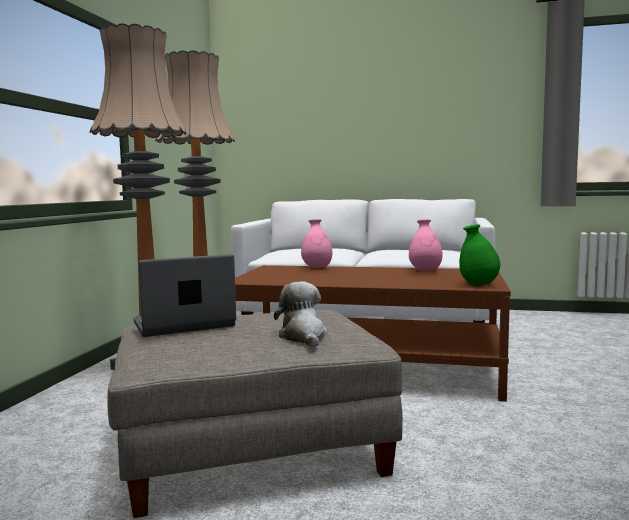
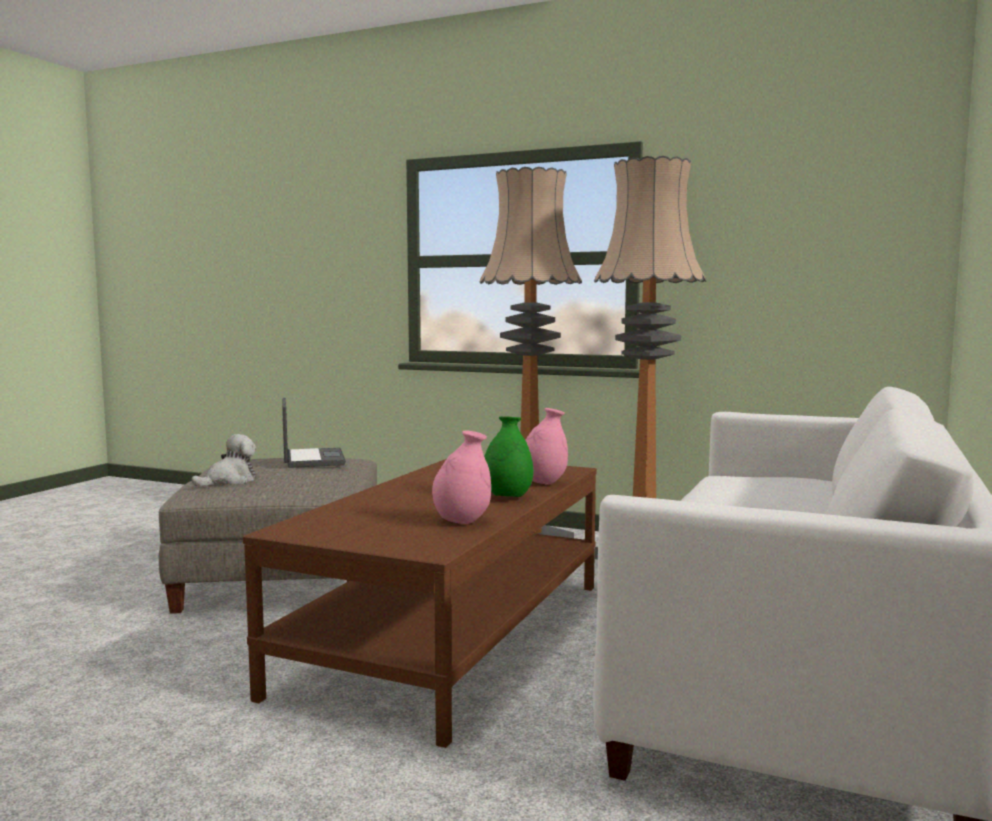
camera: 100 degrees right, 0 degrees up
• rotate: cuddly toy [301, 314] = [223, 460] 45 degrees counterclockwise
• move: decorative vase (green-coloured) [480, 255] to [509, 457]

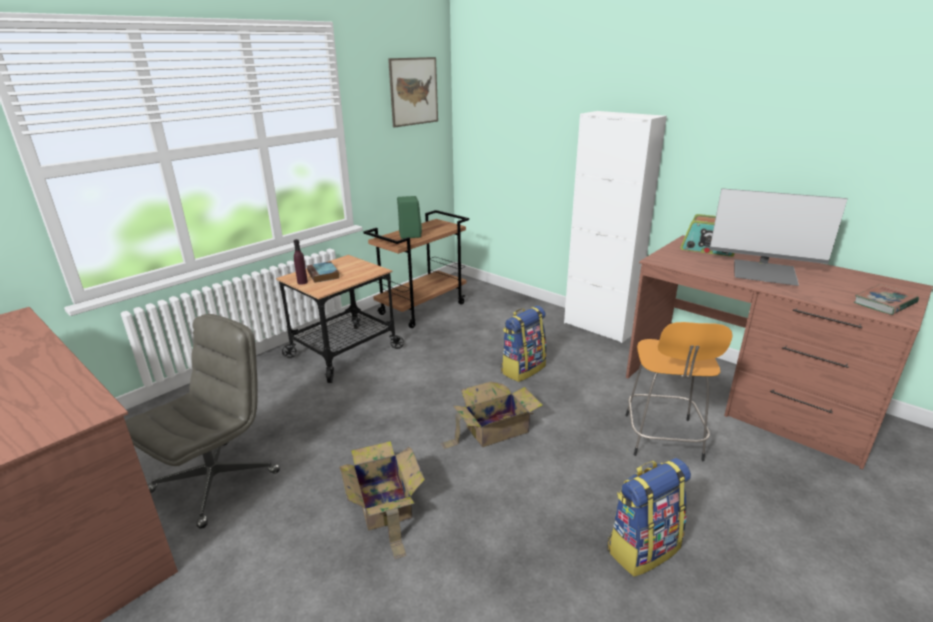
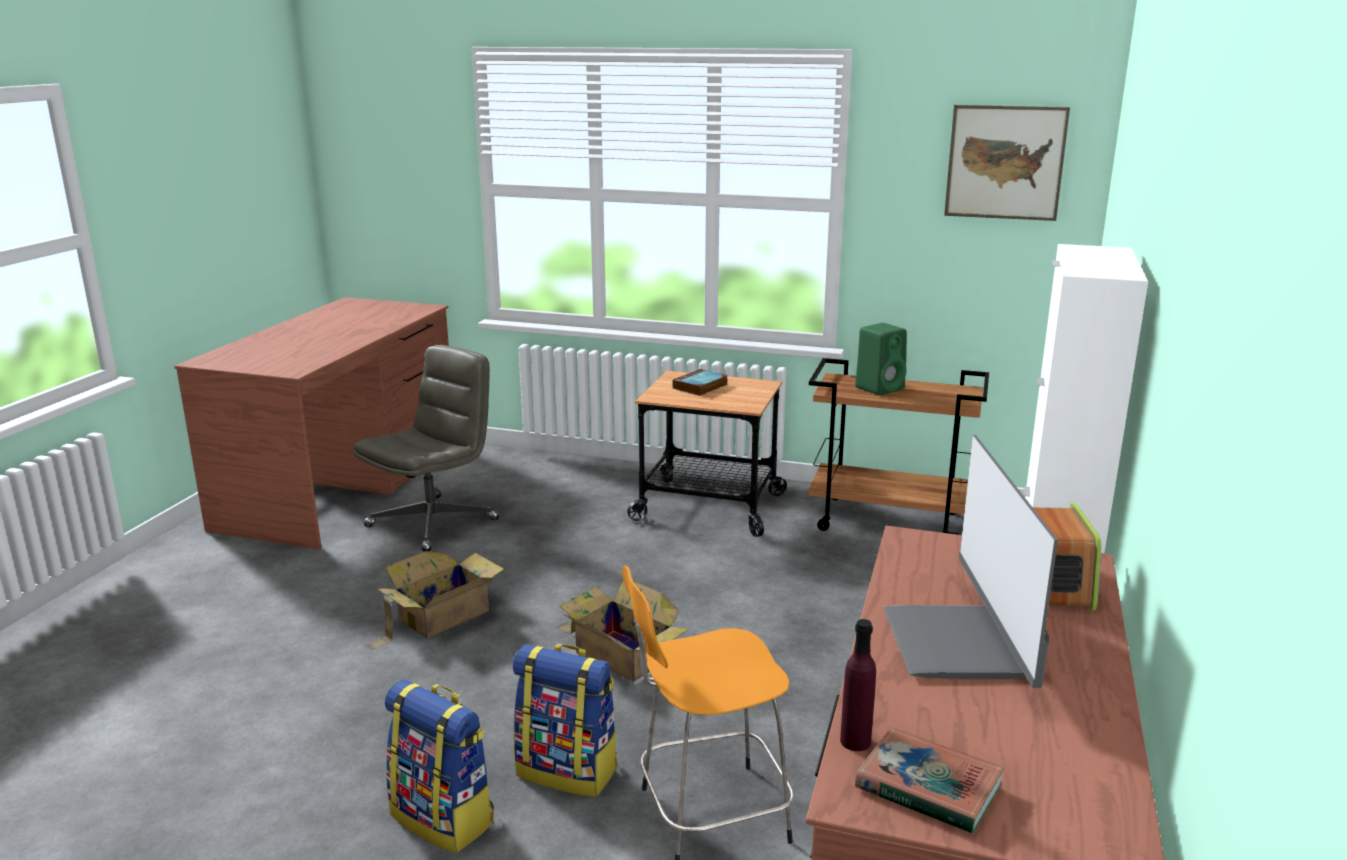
camera: 65 degrees right, 5 degrees down
• rotate: desk chair (grey) [202, 421] = [426, 448] 60 degrees counterclockwise
• move: beverage bottle (purple-coloured) [301, 262] to [858, 685]
• move: knapsack [523, 344] to [565, 720]

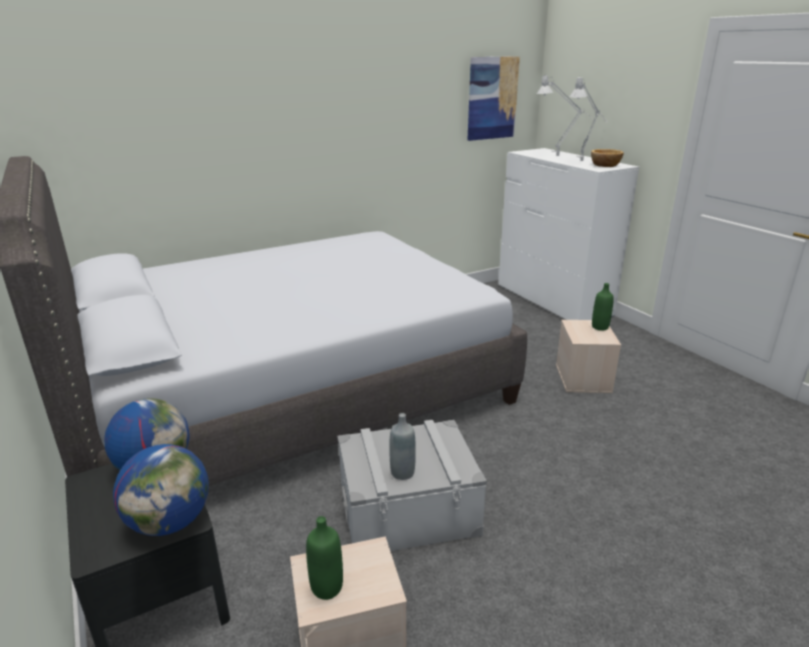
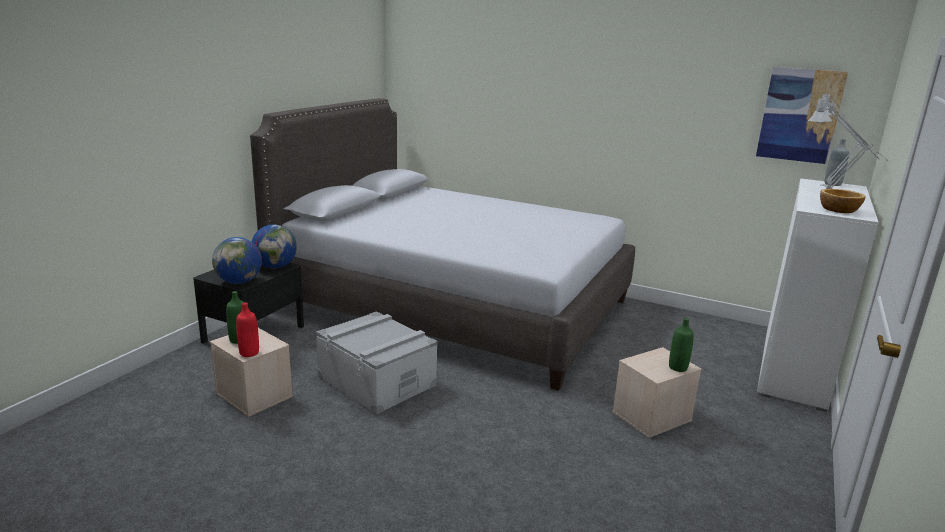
camera: 55 degrees right, 5 degrees down
• move: beverage bottle (grey) [402, 446] to [837, 162]
• insert: beverage bottle (red) [247, 329]

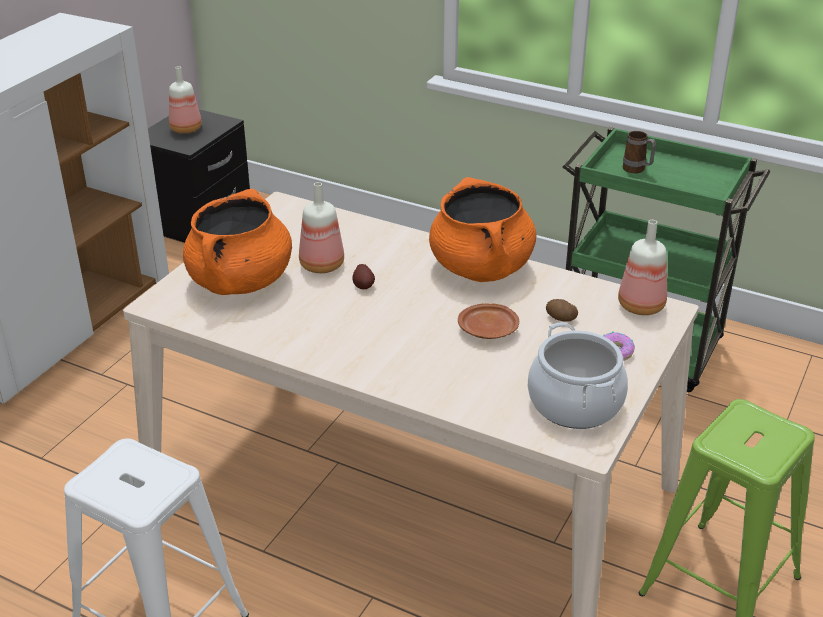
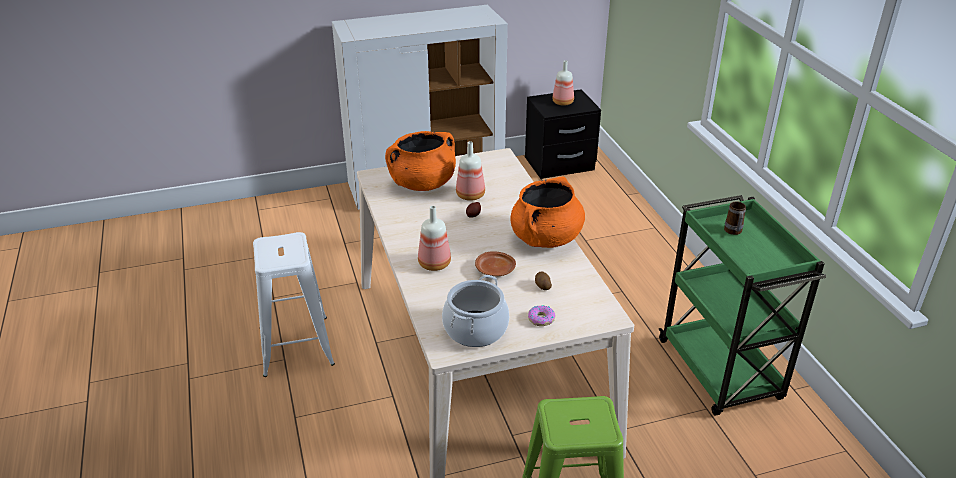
camera: 45 degrees right, 0 degrees up
• move: beverage bottle [642, 267] to [434, 238]

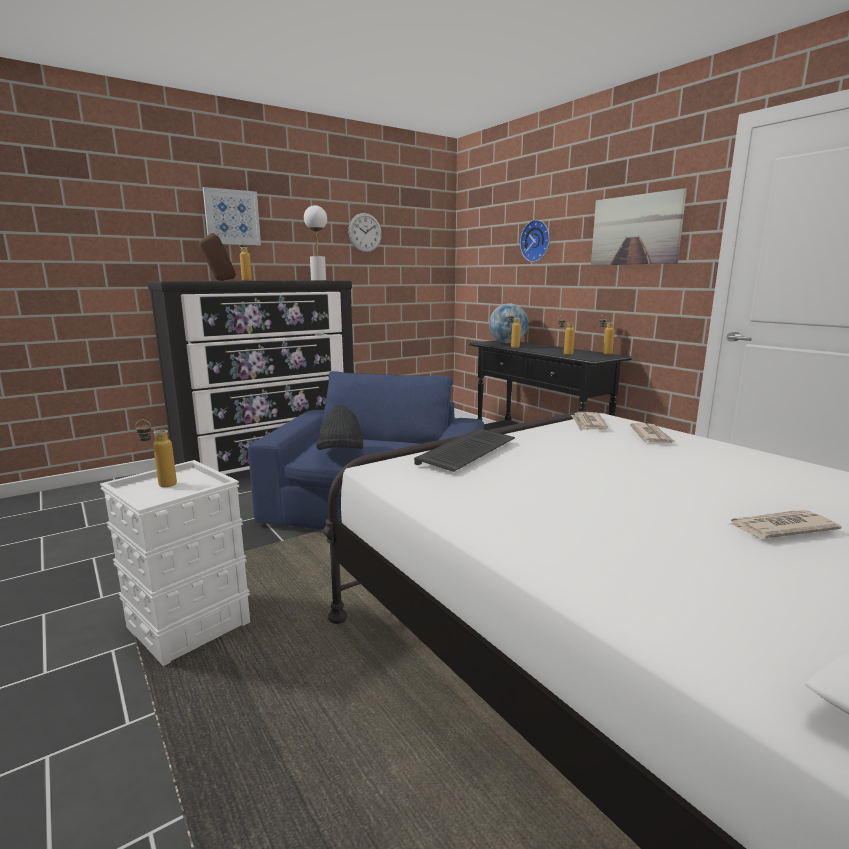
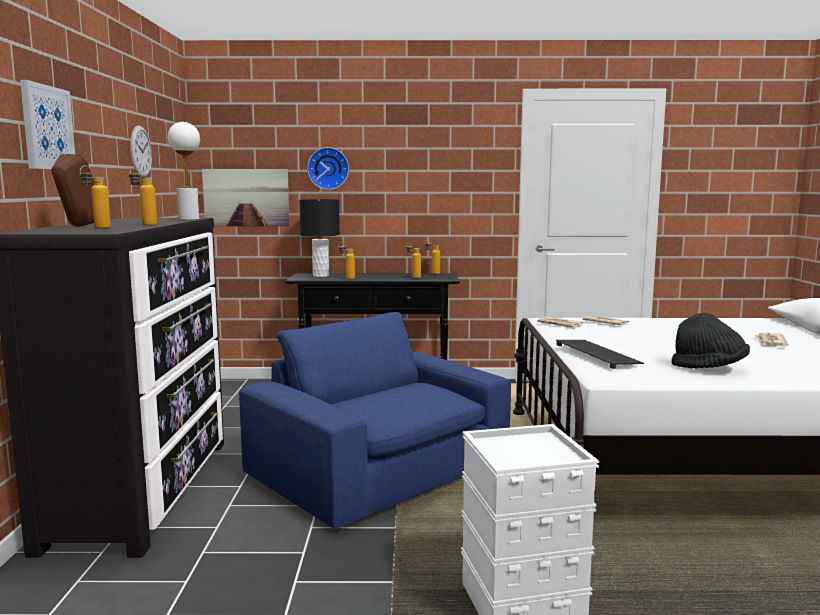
camera: 55 degrees left, 5 degrees down
• move: beverage bottle [156, 453] to [95, 197]
• move: wearable hat (blackish) [339, 427] to [711, 340]
• replace: globe [508, 323] to table lamp (blackish) [319, 238]
• move: wall picture [639, 226] to [246, 197]

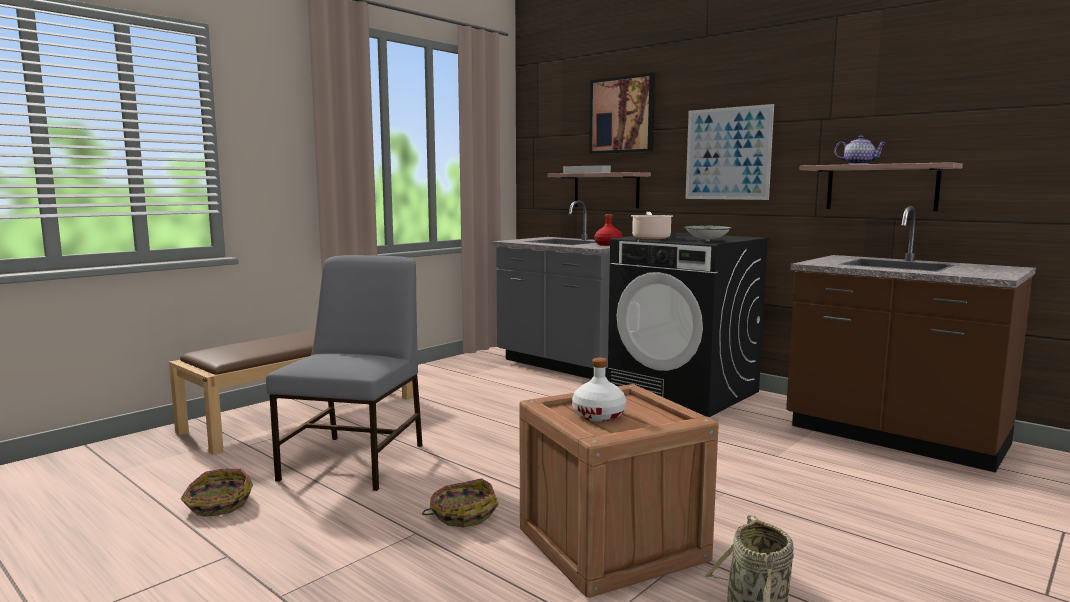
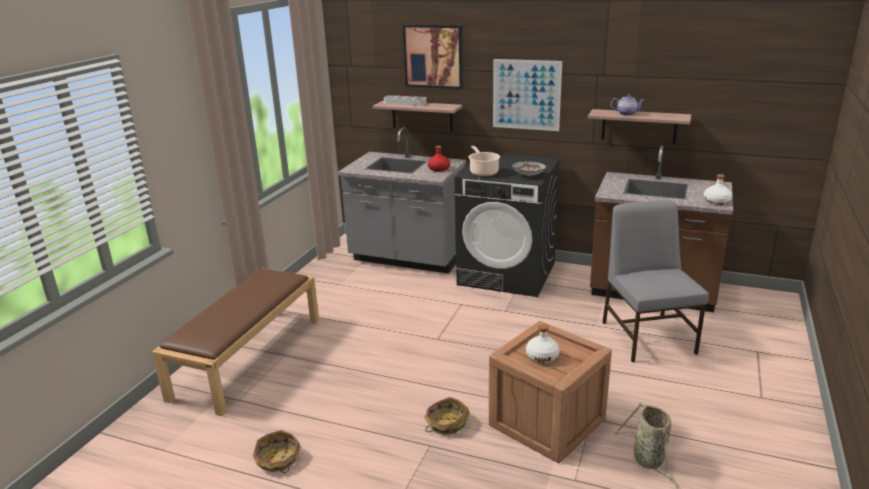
camera: 20 degrees left, 15 degrees up
• move: upright chair (grey) [344, 373] to [655, 281]
• insert: beverage bottle (white-coloured) [718, 189]

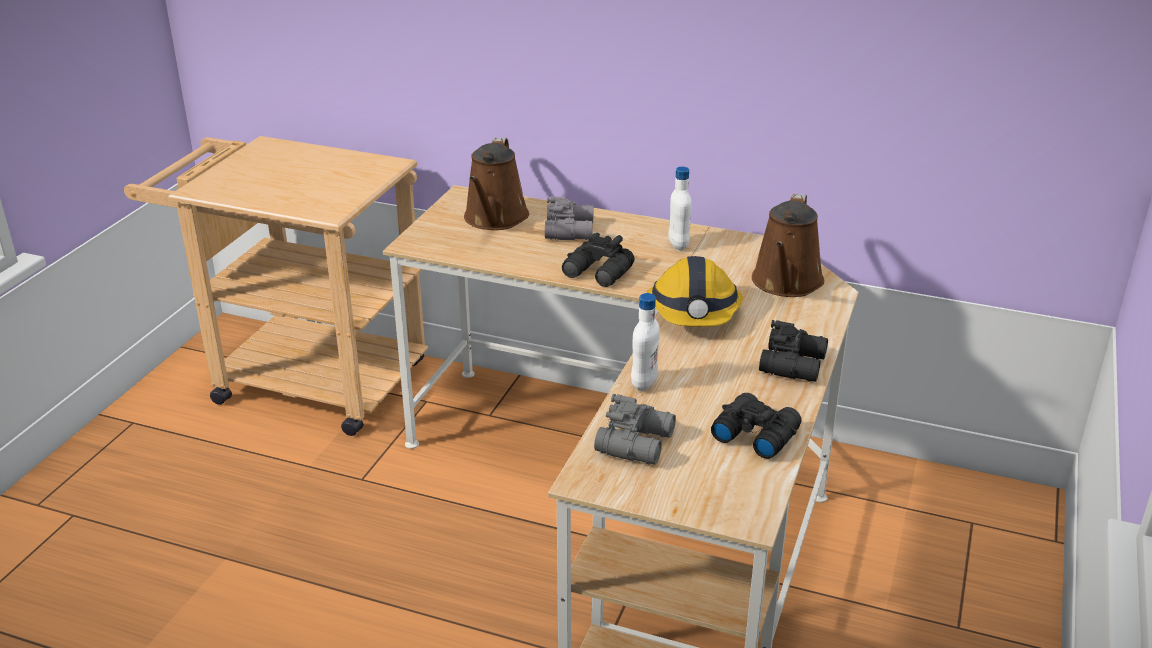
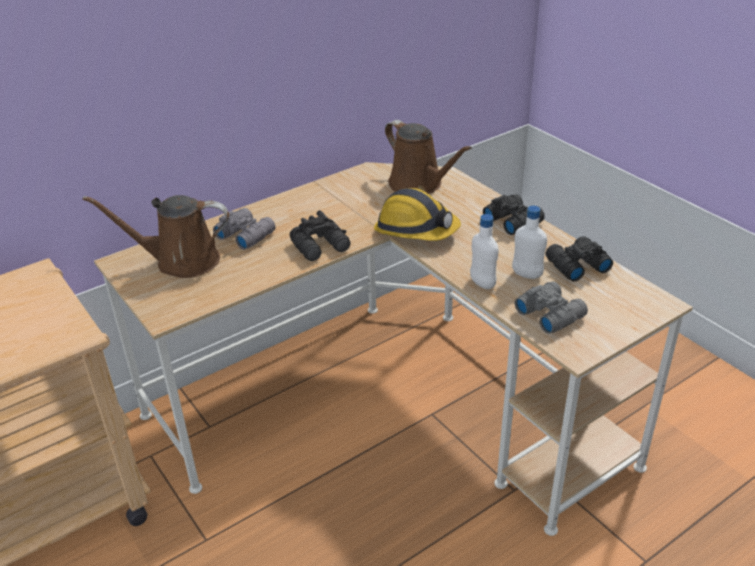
camera: 55 degrees left, 5 degrees up
• rotate: watering can (brownish) [496, 184] = [156, 236] 135 degrees clockwise
• move: beverage bottle (white-coloured) [680, 208] to [529, 242]

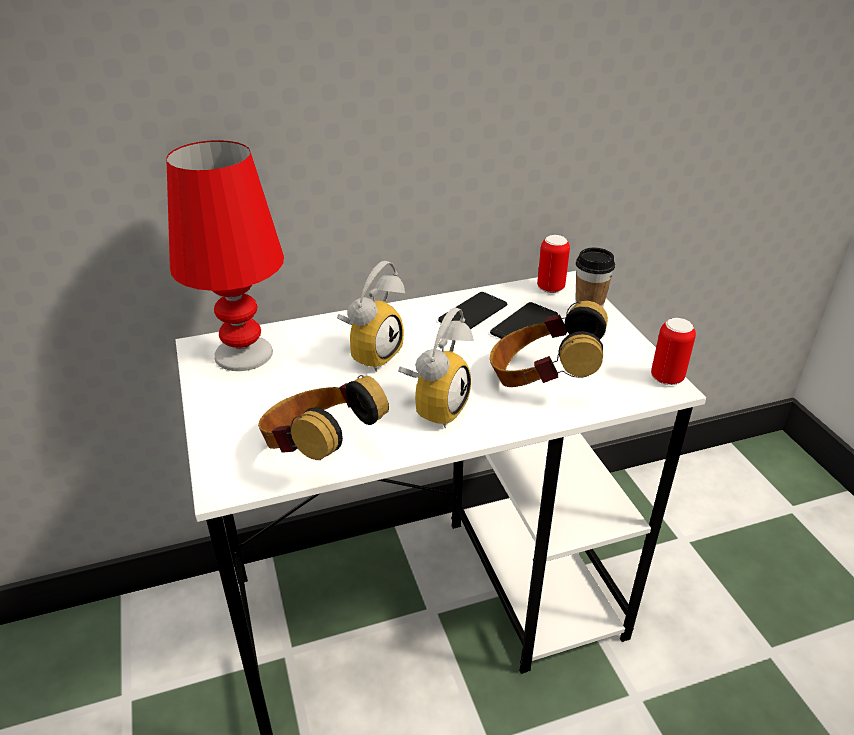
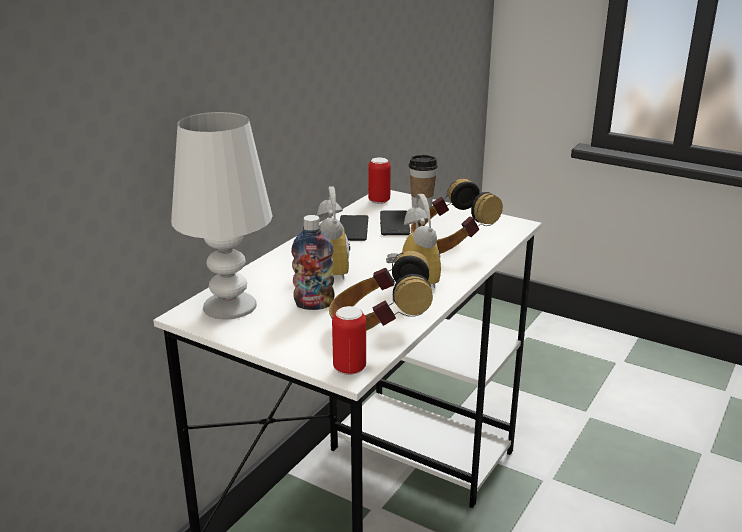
camera: 40 degrees left, 10 degrees down
• recolor: table lamp (red) [225, 255] to table lamp (white-coloured) [221, 215]
• move: metal can [673, 351] to [349, 340]
• insert: beverage bottle [313, 262]

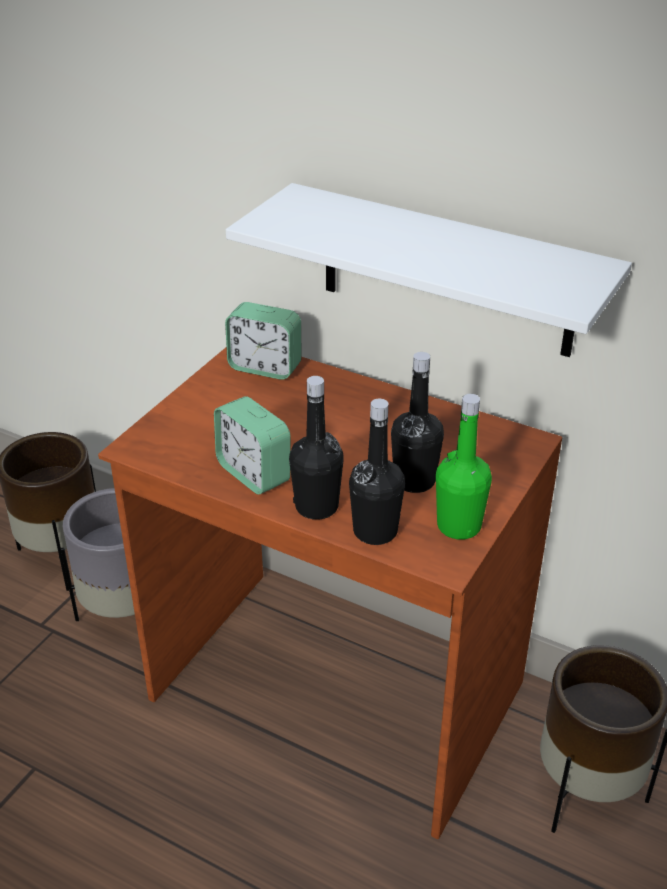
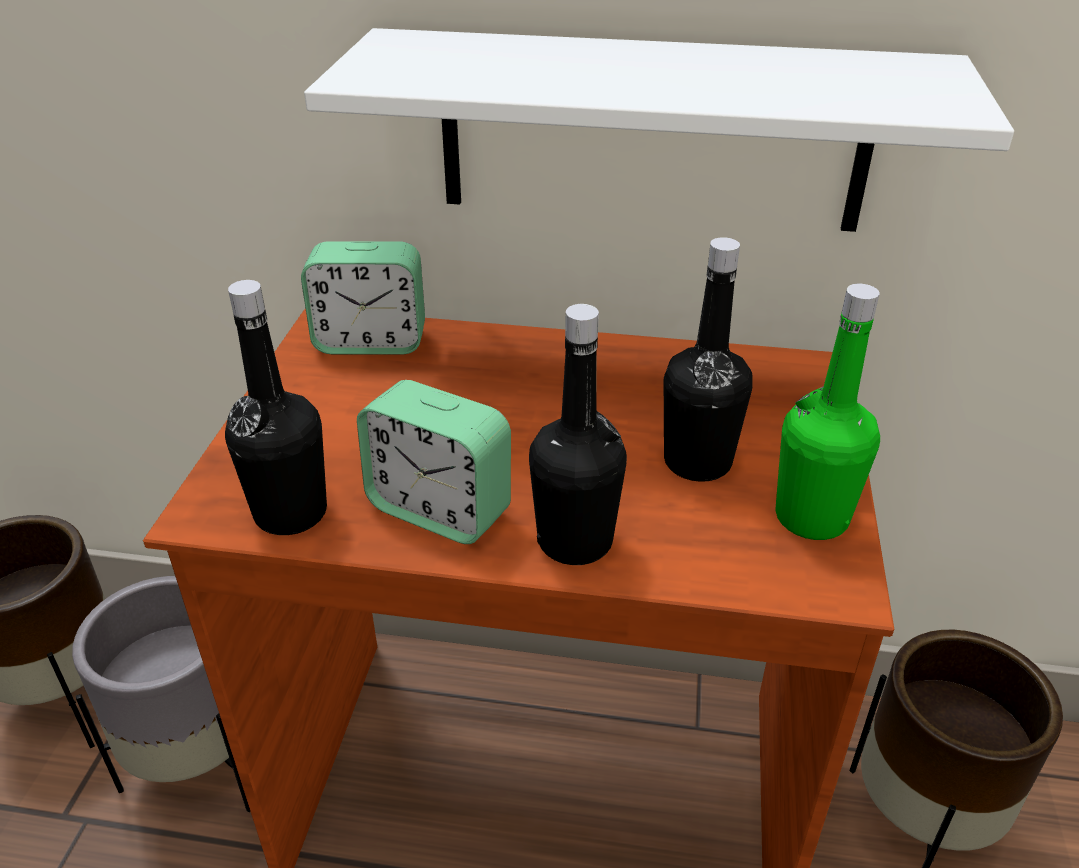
camera: 20 degrees left, 0 degrees up
• move: beverage bottle (blackish) [377, 472] to [276, 407]

